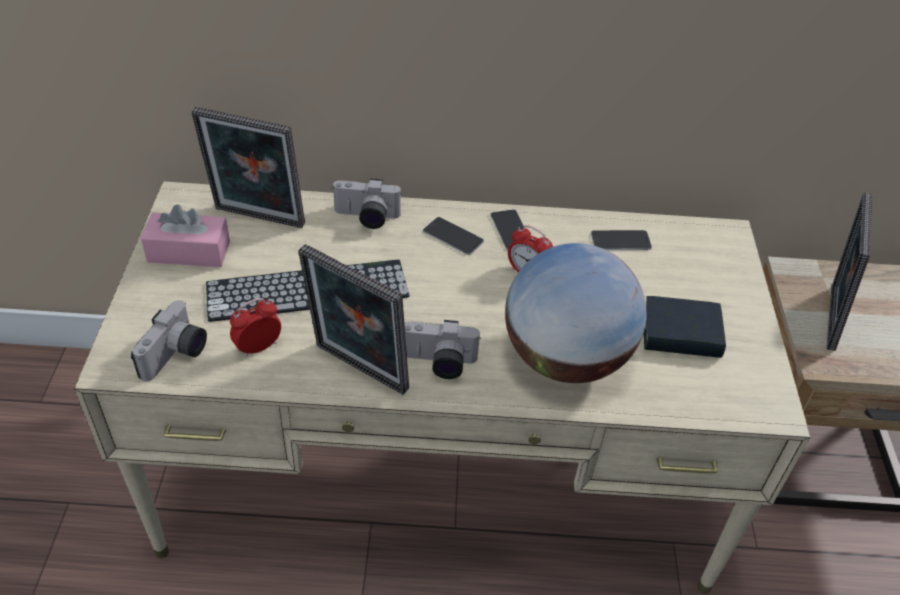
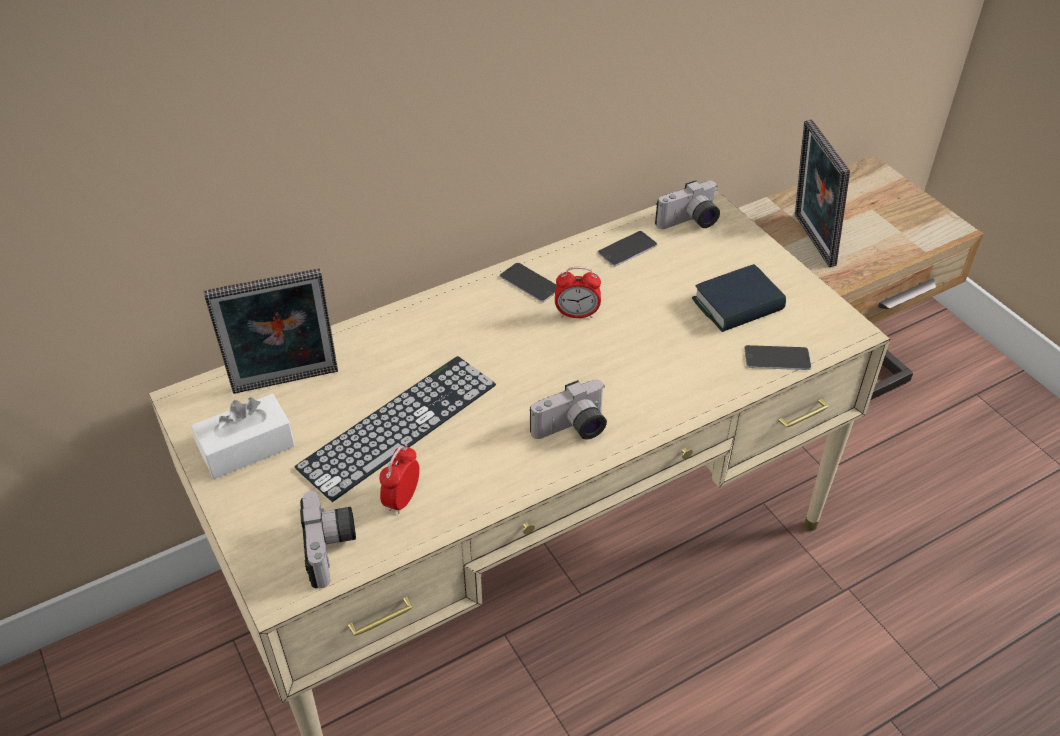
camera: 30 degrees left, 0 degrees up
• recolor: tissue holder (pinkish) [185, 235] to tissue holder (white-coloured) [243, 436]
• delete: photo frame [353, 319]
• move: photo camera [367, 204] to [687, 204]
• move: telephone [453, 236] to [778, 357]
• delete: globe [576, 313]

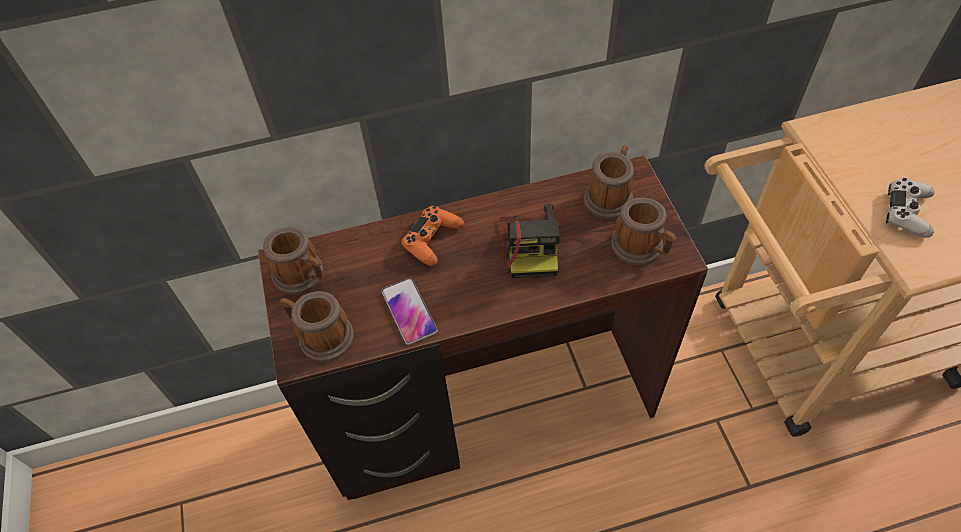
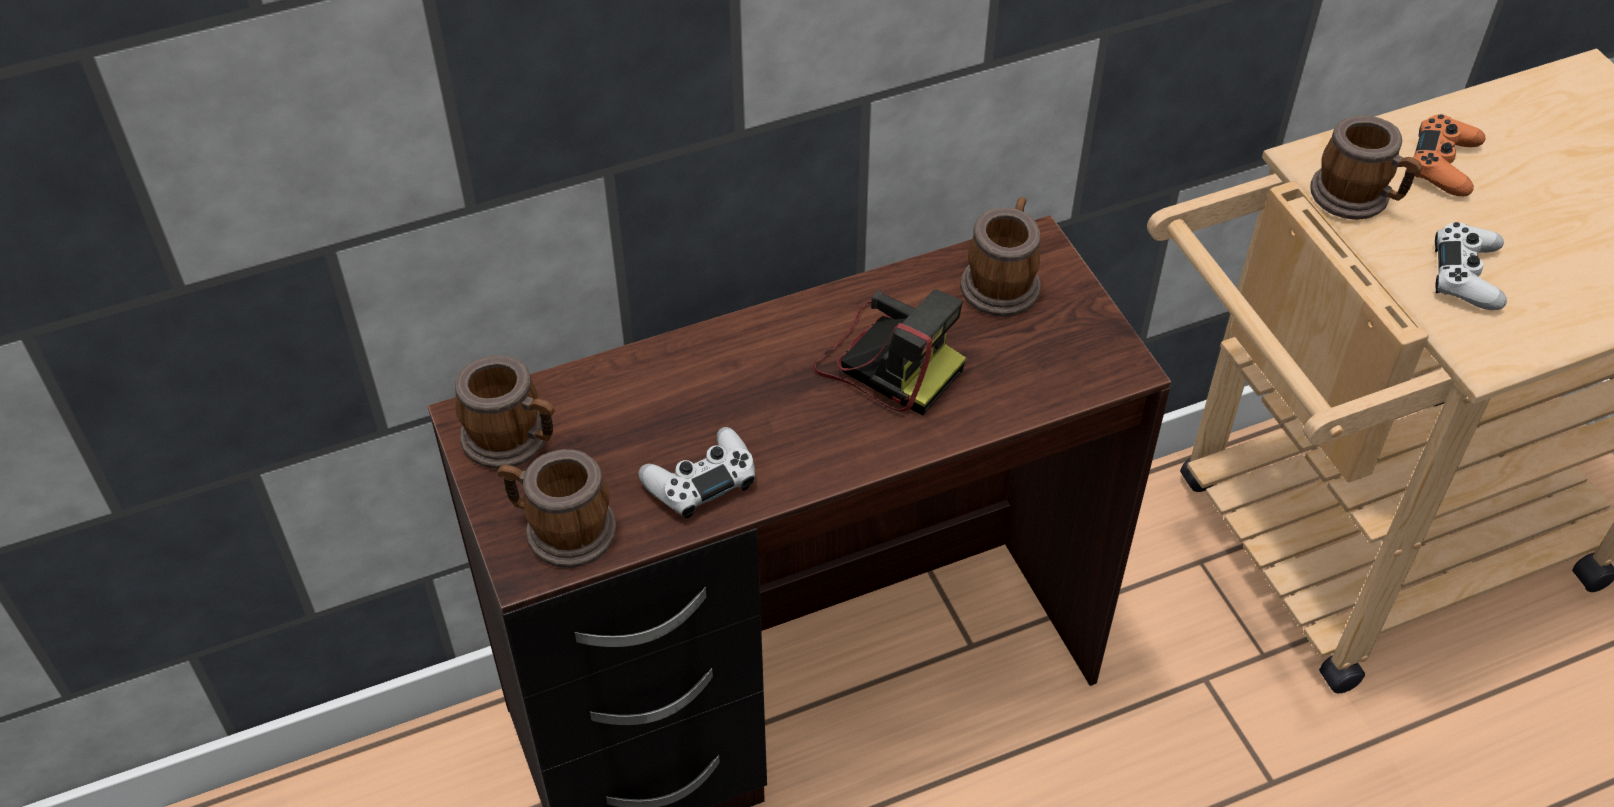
camera: 10 degrees left, 5 degrees down
• replace: telephone [410, 311] to game controller (white-coloured) [696, 472]
• move: game controller (orange-coloured) [432, 236] to [1449, 155]
• rotate: photo camera [532, 241] = [889, 352] 45 degrees counterclockwise
• move: coffee mug [643, 231] to [1366, 168]

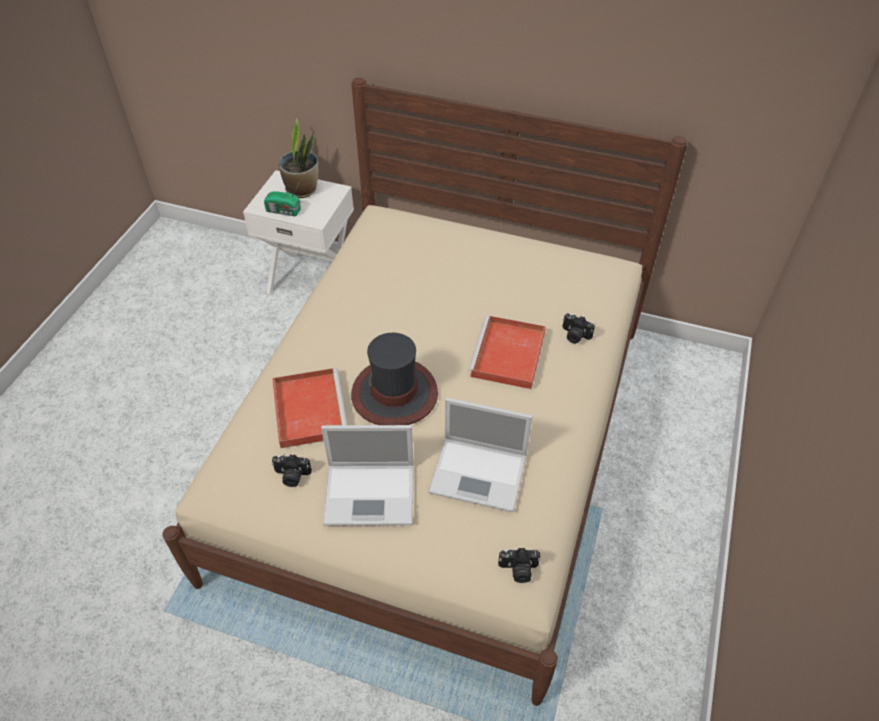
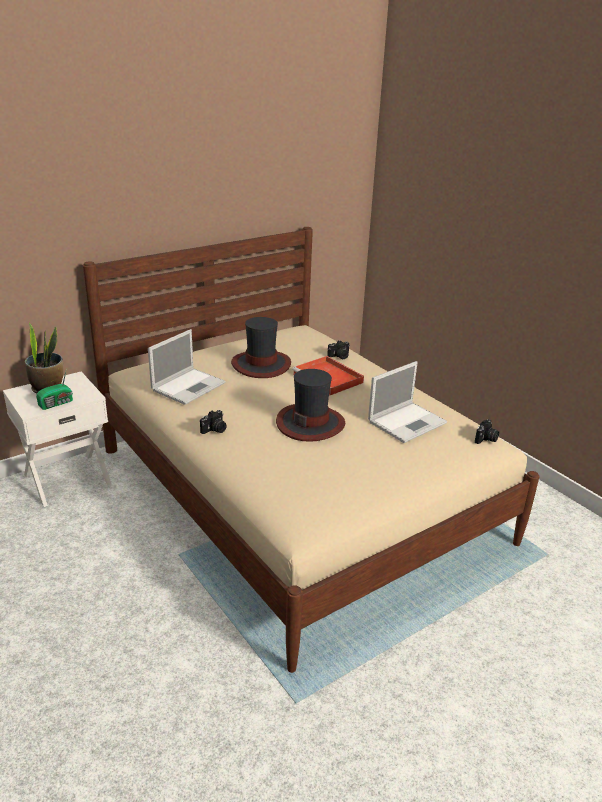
camera: 55 degrees left, 20 degrees down
• delete: carrying tray (red) [309, 408]
• move: photo camera [292, 470] to [213, 422]
• move: laptop [367, 475] to [187, 367]
• insert: wearable hat [261, 347]

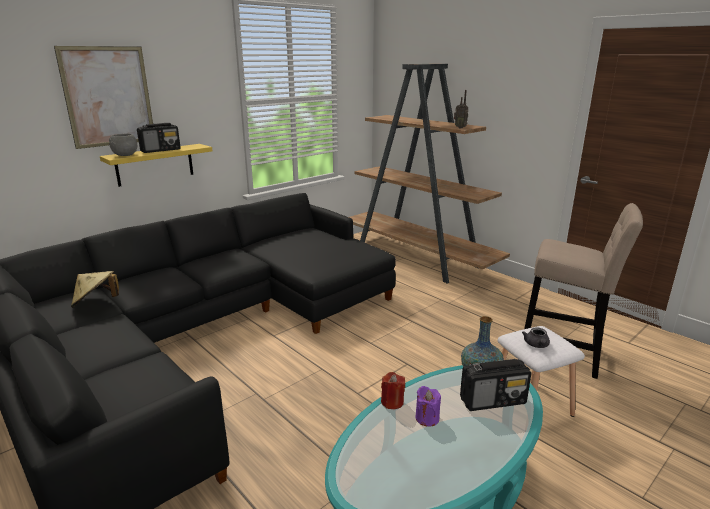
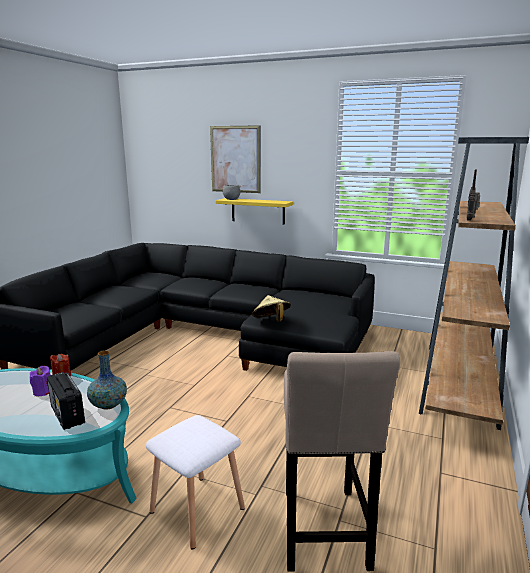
camera: 65 degrees right, 5 degrees down
• move: wearable hat (beige) [95, 289] to [271, 308]
• delete: radio set [159, 138]
• delete: tea pot (grey) [536, 337]

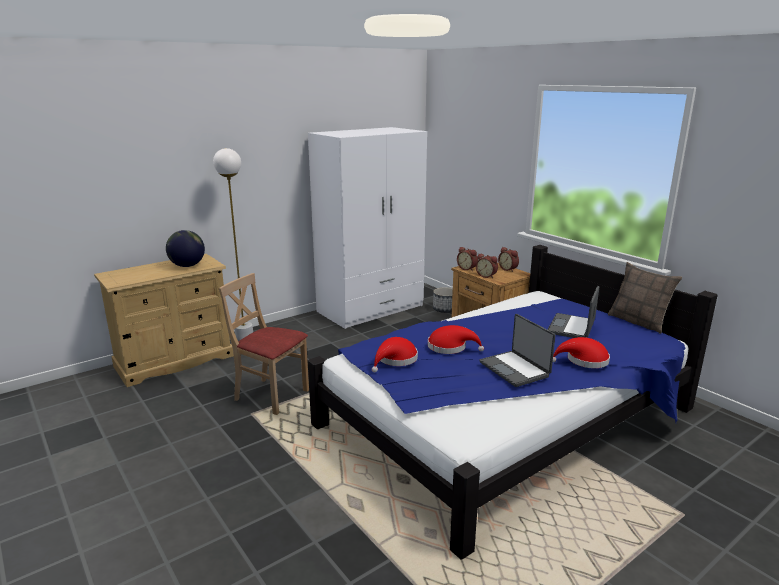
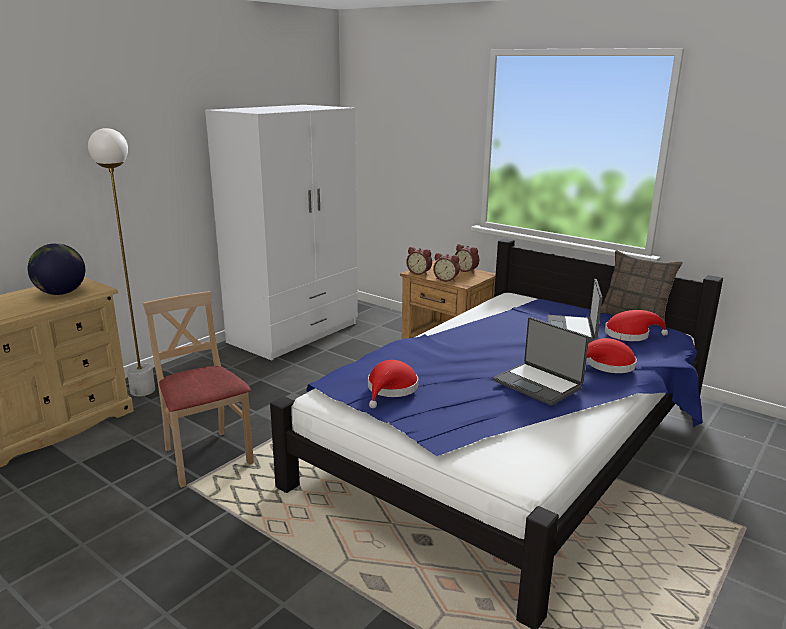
camera: 15 degrees left, 0 degrees up
• rotate: upright chair (beige) [264, 344] = [198, 389] 45 degrees clockwise
• move: wearable hat (red) [456, 339] to [636, 325]
• delete: flower pot [443, 300]

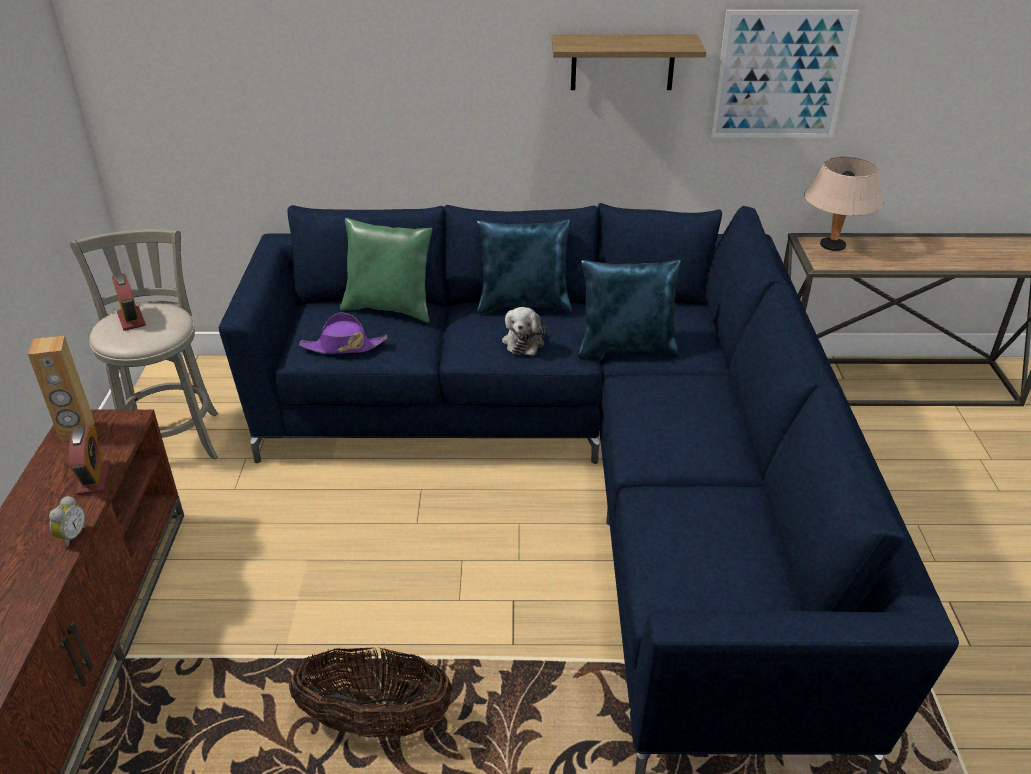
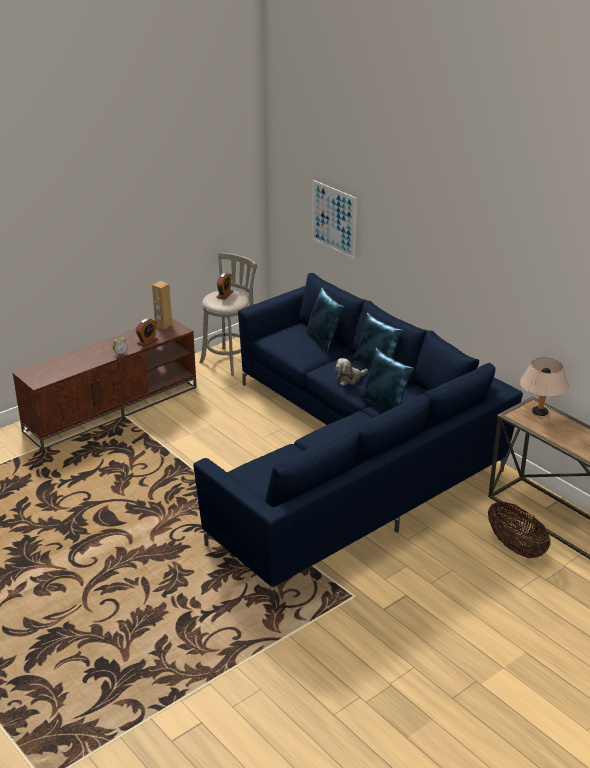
camera: 50 degrees right, 5 degrees down
• move: household basket [370, 692] to [519, 529]
• delete: wearable hat (purple-coloured) [343, 333]
• recolor: cushion (green-coloured) [386, 270] to cushion (blue-coloured) [325, 320]
• delete: bracket shelf [629, 62]
• move: wall picture [785, 73] to [334, 219]

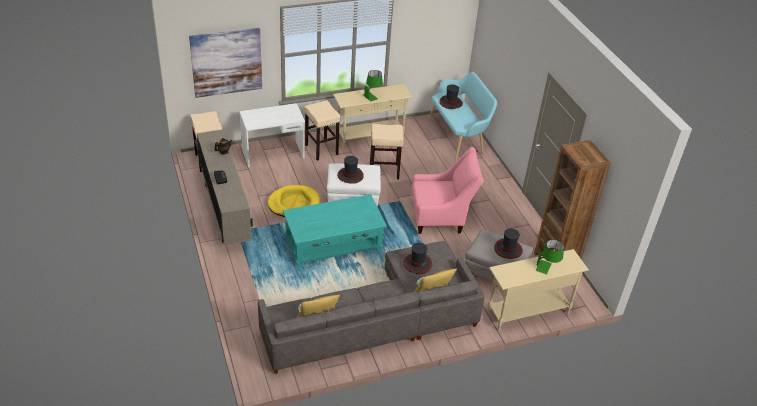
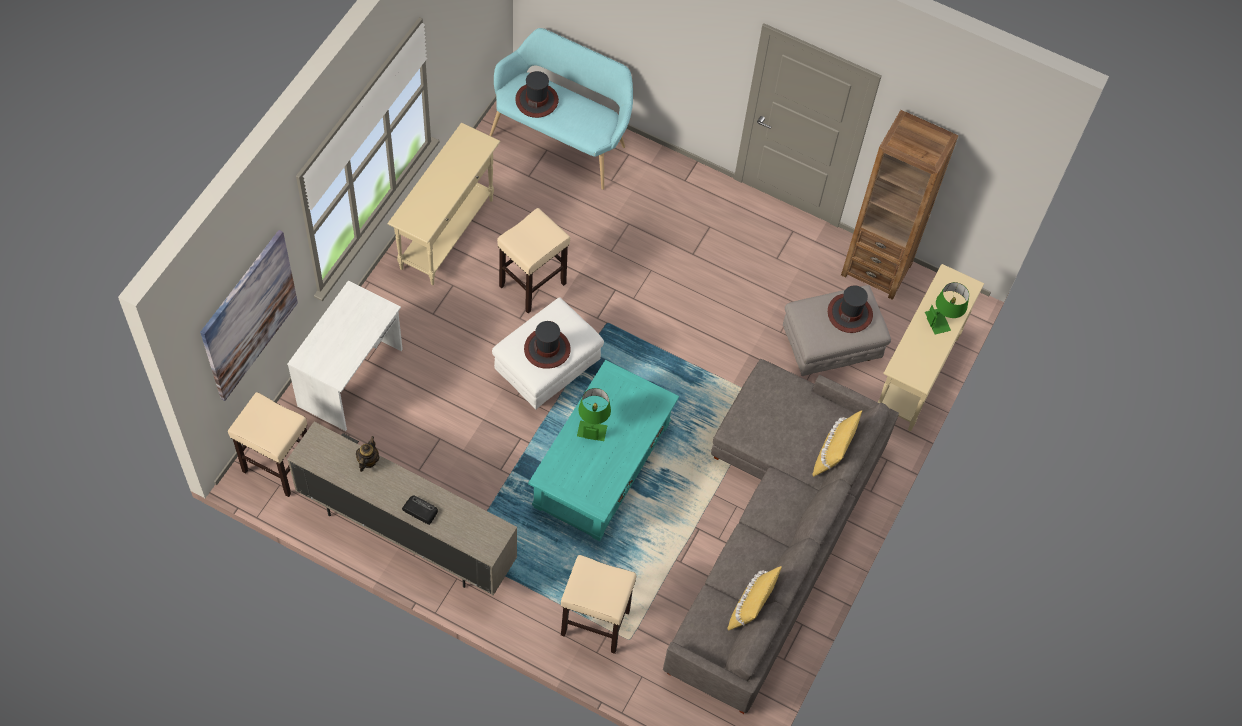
camera: 45 degrees left, 20 degrees up
• delete: dog cushion (yellow-coloured) [294, 201]
• move: sitting stool (beige) [322, 130] to [599, 604]
• move: table lamp (green-coloured) [373, 85] to [594, 414]
• delete: wearable hat [417, 258]
• delete: easy chair (pinkish) [447, 190]

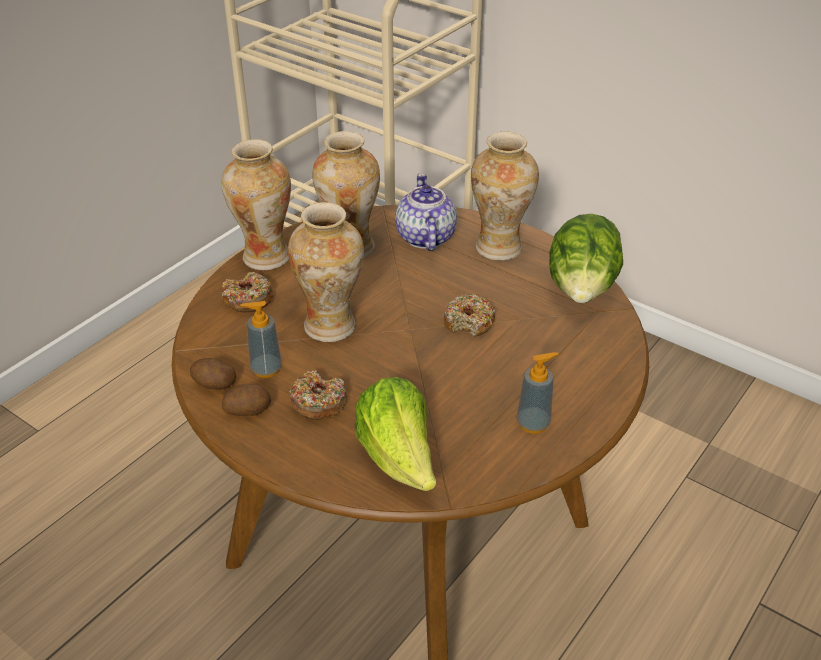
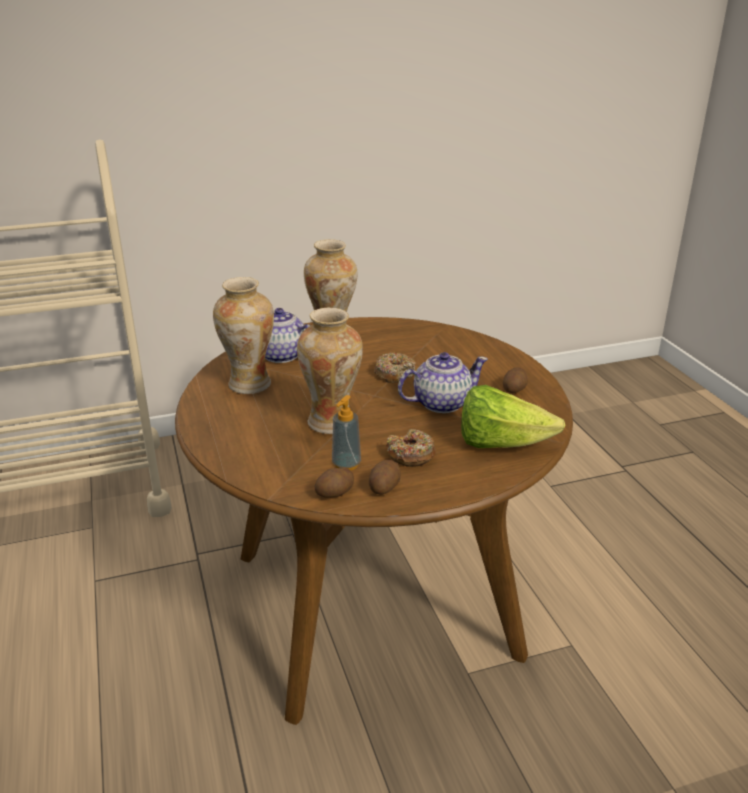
camera: 55 degrees left, 10 degrees down
• delete: decorative vase [256, 204]
• delete: donut [248, 292]
• replace: soap bottle [537, 393] to potato [515, 380]
• delete: head of lettuce [586, 258]
• insert: tea pot [443, 382]

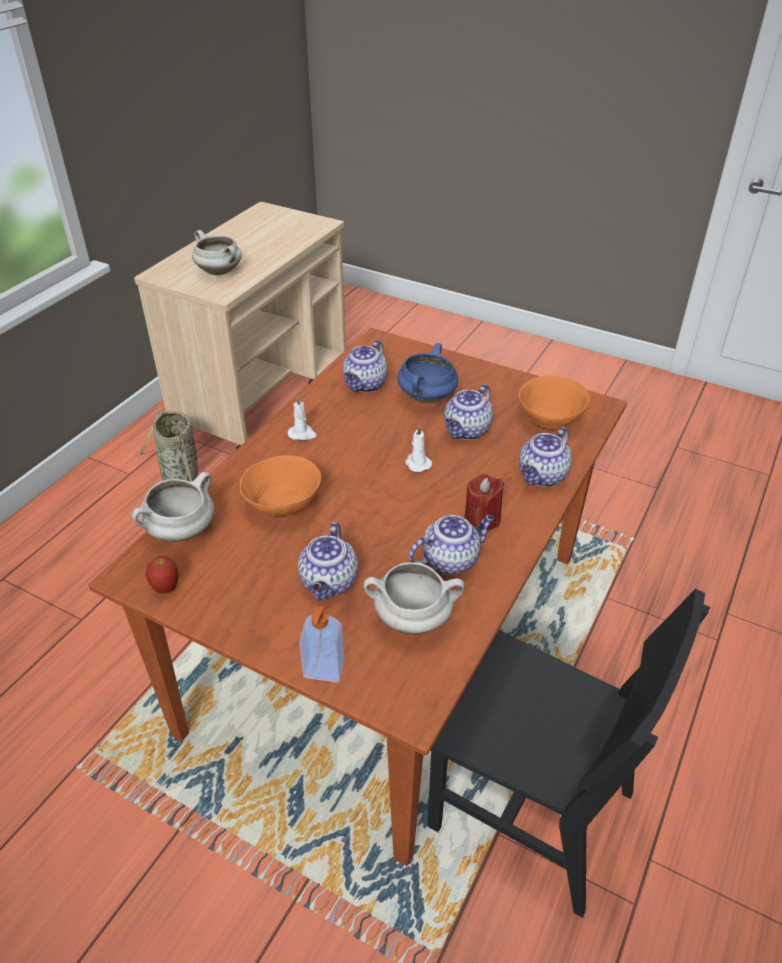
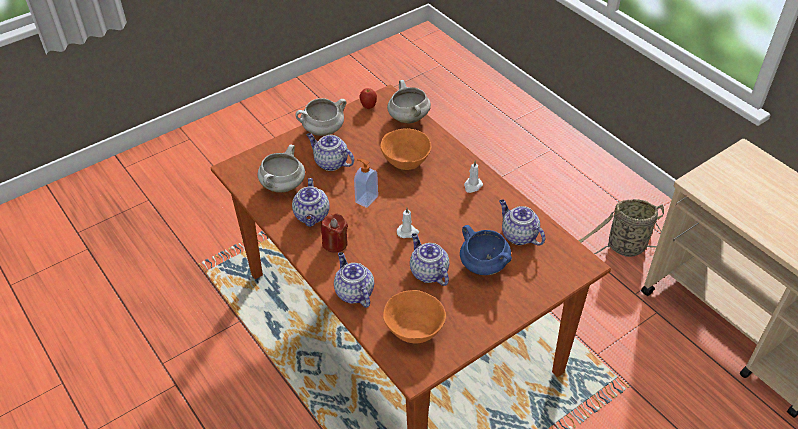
camera: 115 degrees right, 5 degrees up
• move: saucepot (white-coloured) [217, 252] to [320, 117]
• move: soap bottle [321, 643] to [366, 183]
• delete: upright chair (blackish) [568, 753]

